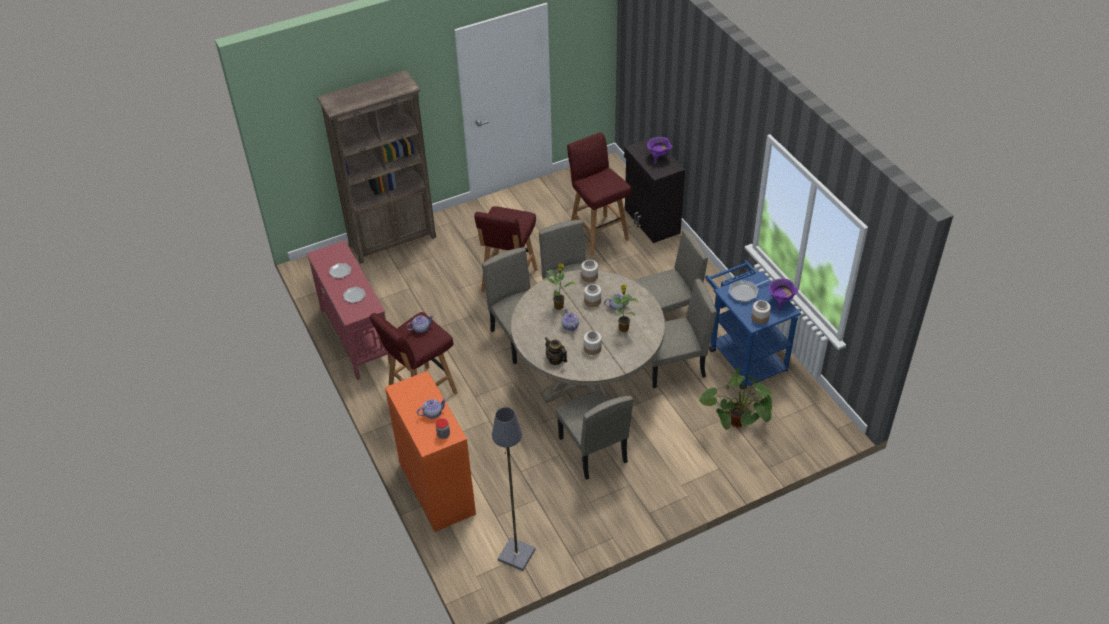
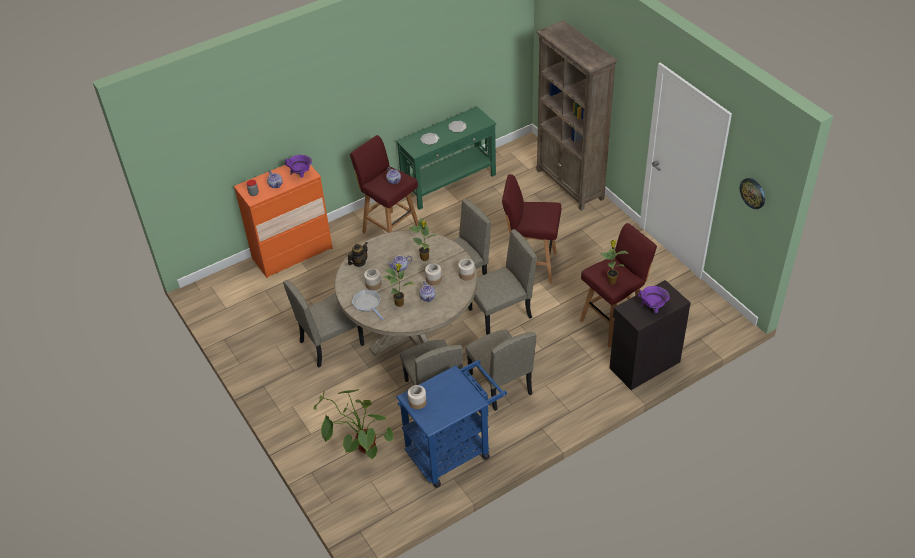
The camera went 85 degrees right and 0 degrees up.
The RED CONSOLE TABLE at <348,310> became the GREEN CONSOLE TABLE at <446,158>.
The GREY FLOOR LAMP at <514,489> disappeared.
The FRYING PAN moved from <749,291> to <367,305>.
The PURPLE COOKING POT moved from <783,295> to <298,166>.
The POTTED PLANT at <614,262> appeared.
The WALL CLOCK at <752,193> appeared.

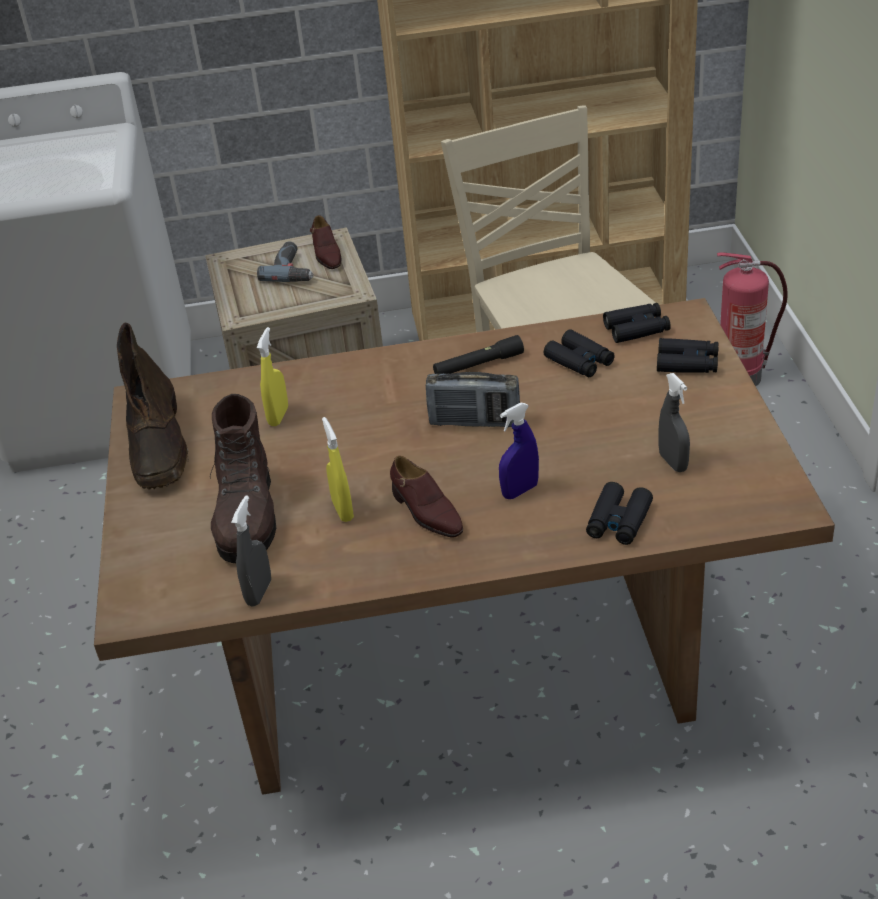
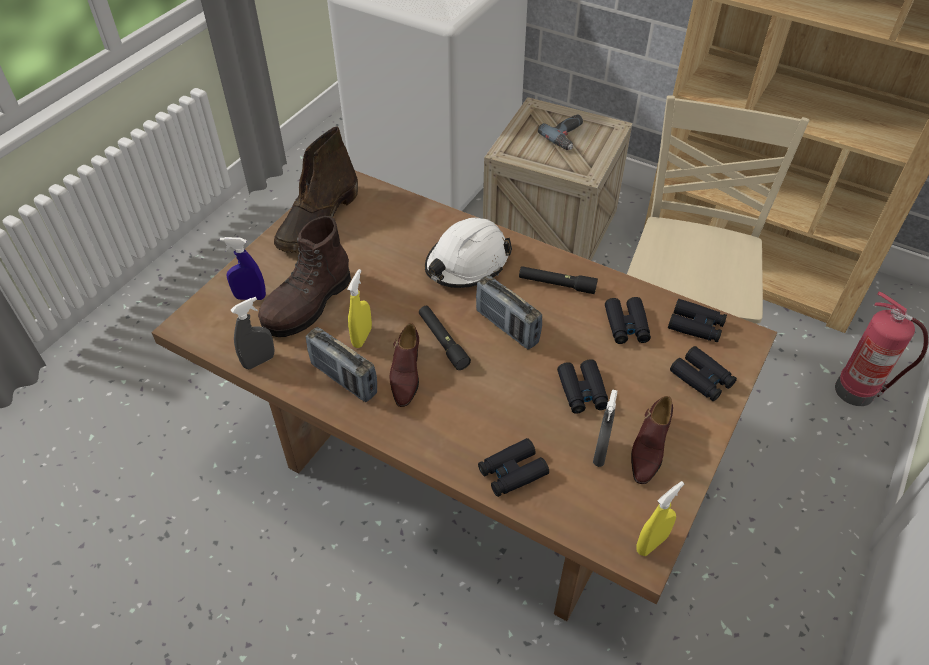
The camera went 35 degrees right and 10 degrees up.
The YELLOW SPRAY BOTTLE moved from <272,376> to <660,518>.
The BROWN SHOE moved from <325,242> to <652,440>.
The BLUE SPRAY BOTTLE moved from <519,451> to <243,268>.
The RADIO at <341,364> appeared.
The BLACK FLASHLIGHT at <445,338> appeared.
The WHITE HARD HAT at <468,253> appeared.
The BLACK BINOCULARS at <583,386> appeared.

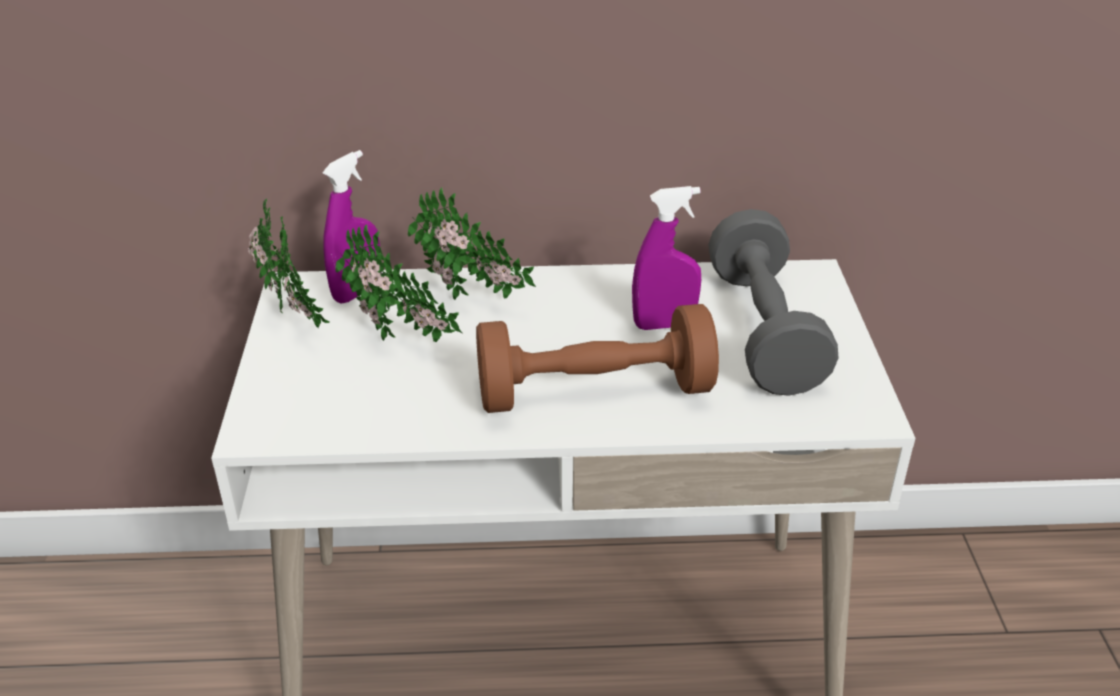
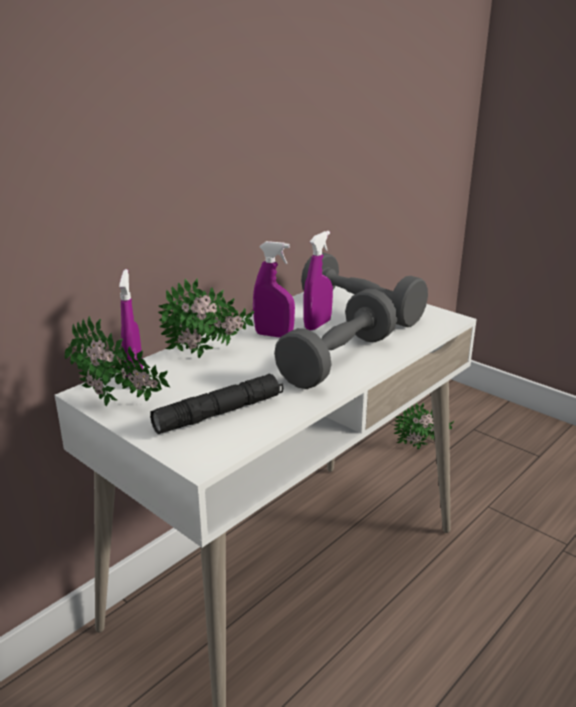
The camera went 45 degrees left and 10 degrees down.
The POTTED PLANT moved from <398,283> to <424,426>.
The BROWN DUMBBELL at <597,358> became the GREY DUMBBELL at <335,339>.
The BLACK FLASHLIGHT at <216,404> appeared.
The PURPLE SPRAY BOTTLE at <274,289> appeared.

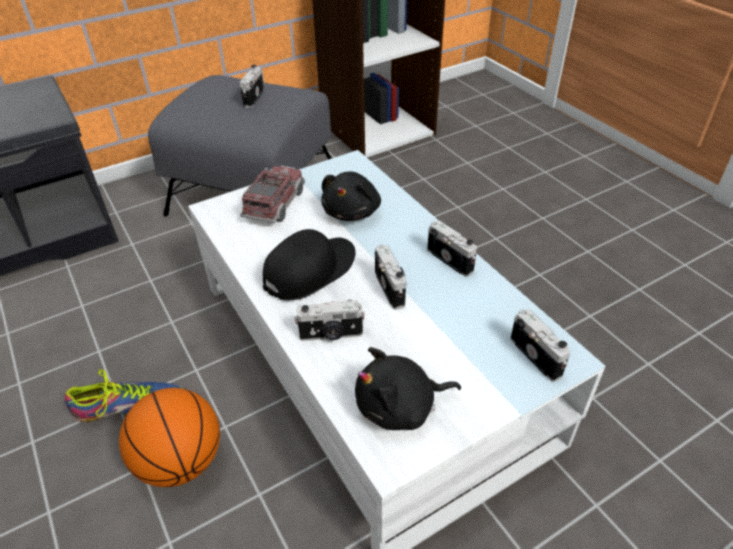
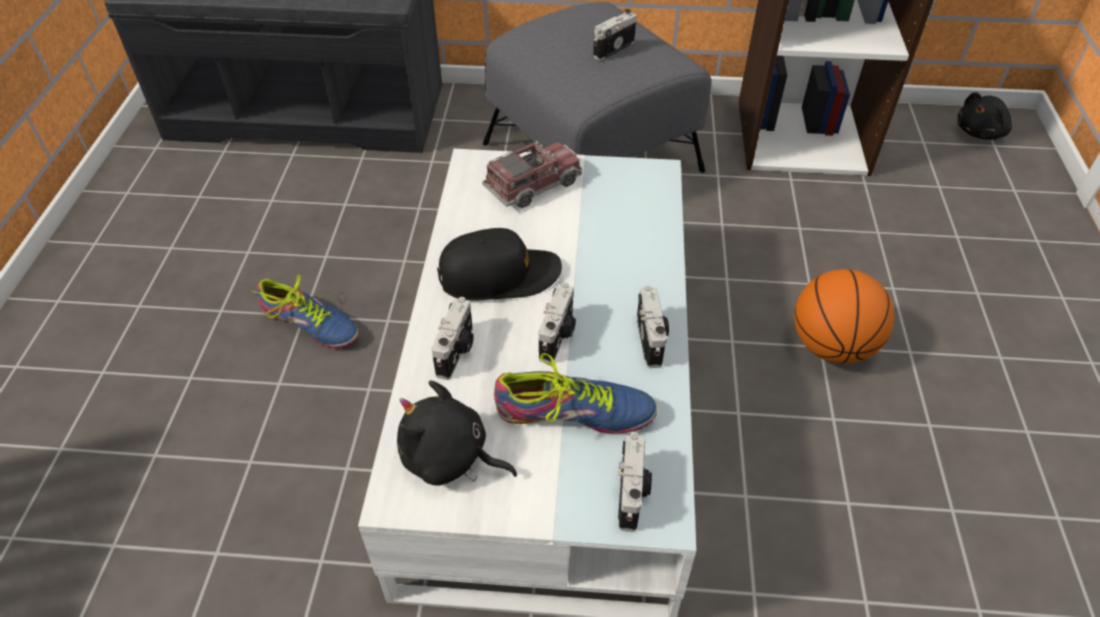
The camera went 35 degrees right and 5 degrees up.
The BASKETBALL moved from <169,437> to <844,316>.
The PHOTO CAMERA at <330,320> turned 105 degrees counterclockwise.
The BLACK PLUSH TOY moved from <351,196> to <984,116>.
The SHOE at <575,393> appeared.

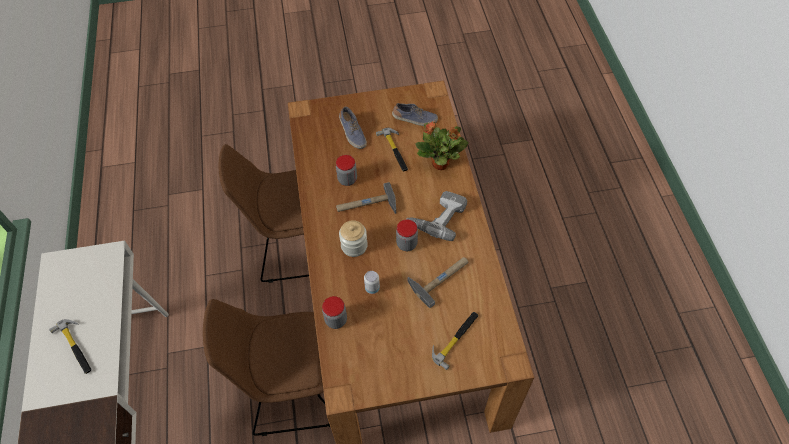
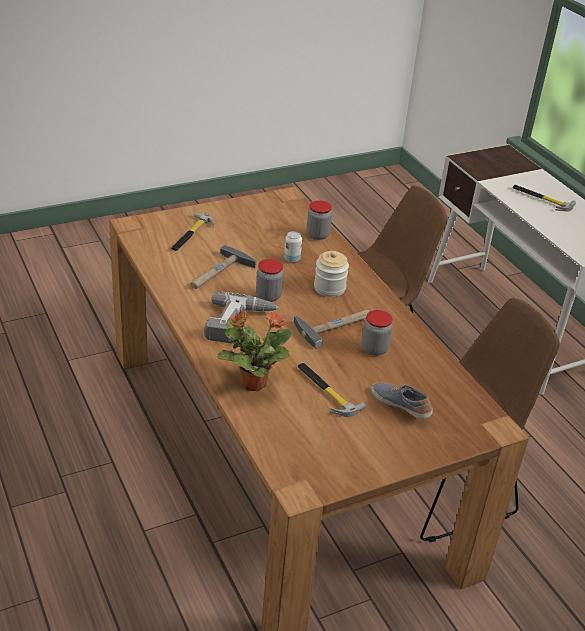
The camera went 160 degrees right and 20 degrees down.
The SHOE at <415,114> disappeared.

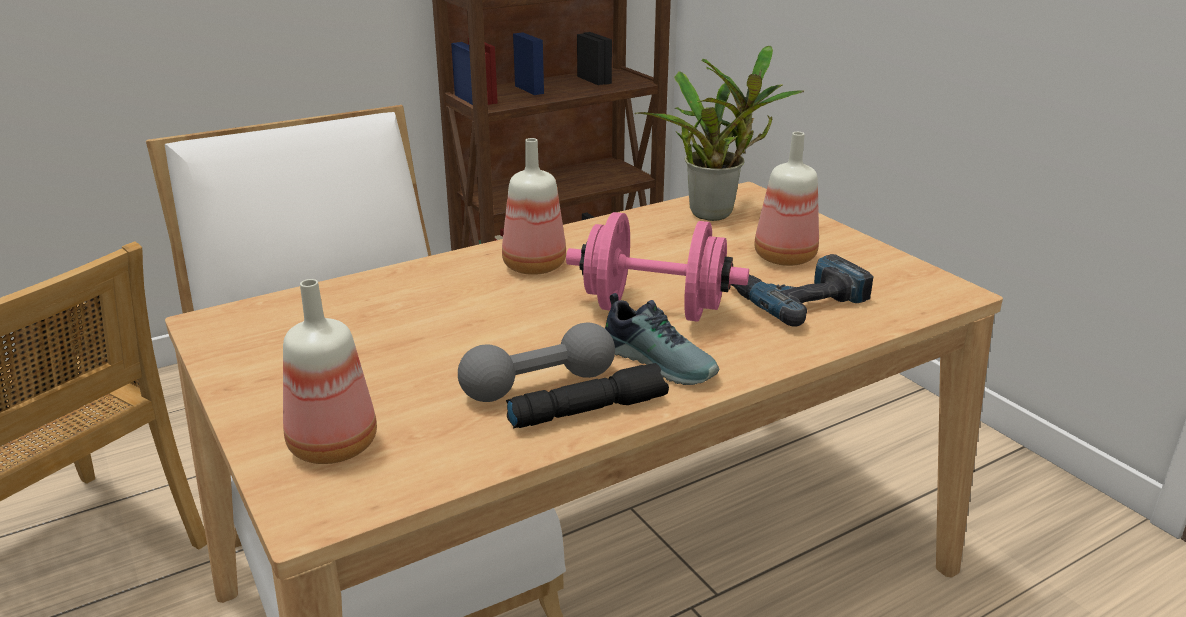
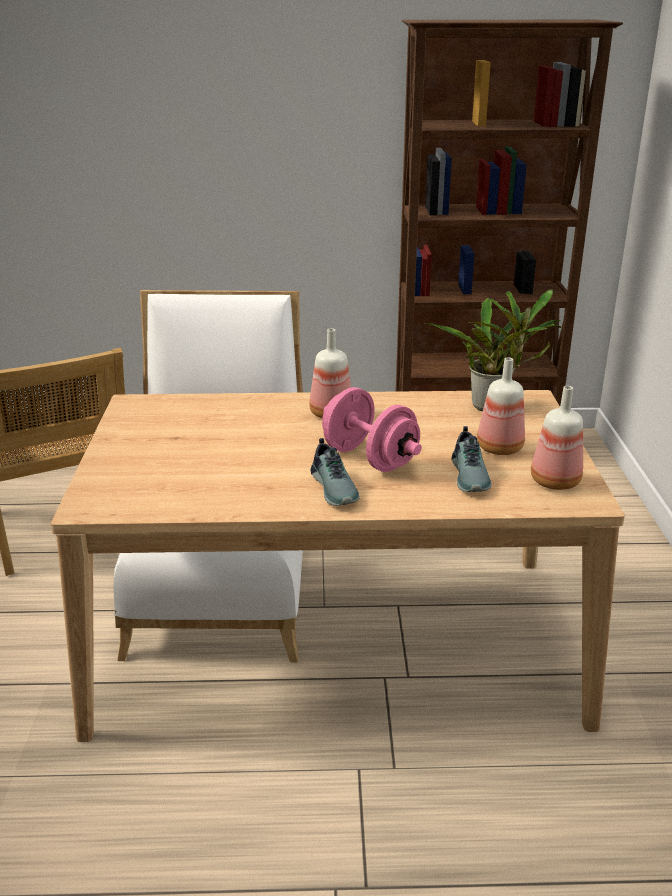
The camera went 30 degrees right and 0 degrees up.
The BOTTLE moved from <330,371> to <557,438>.
The GREY DUMBBELL at <536,362> disappeared.
The BLACK FLASHLIGHT at <587,396> disappeared.
The POWER DRILL at <802,290> was replaced by the SHOE at <471,459>.

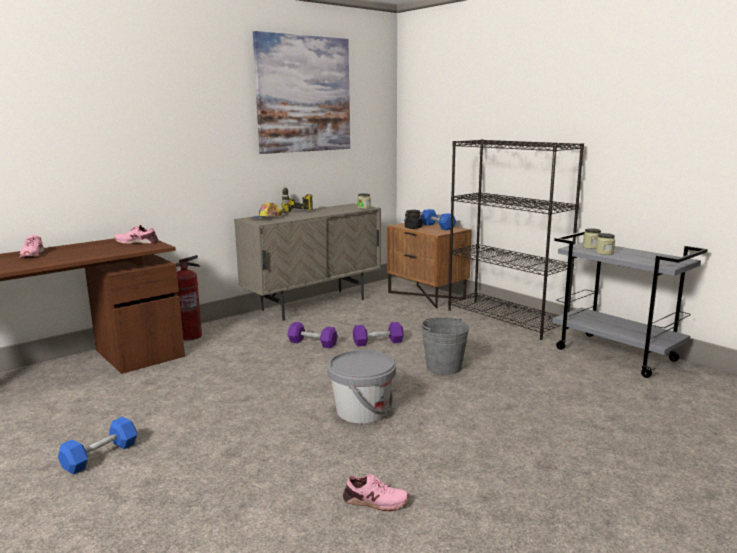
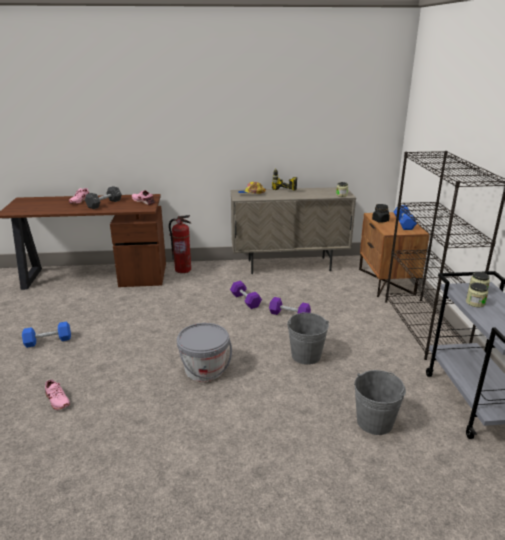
The camera went 35 degrees right and 10 degrees up.
The PICTURE at <301,92> disappeared.
The PINK SHOE moved from <376,492> to <57,394>.
The BLACK DUMBBELL at <103,197> appeared.
The GREY BUCKET at <380,402> appeared.

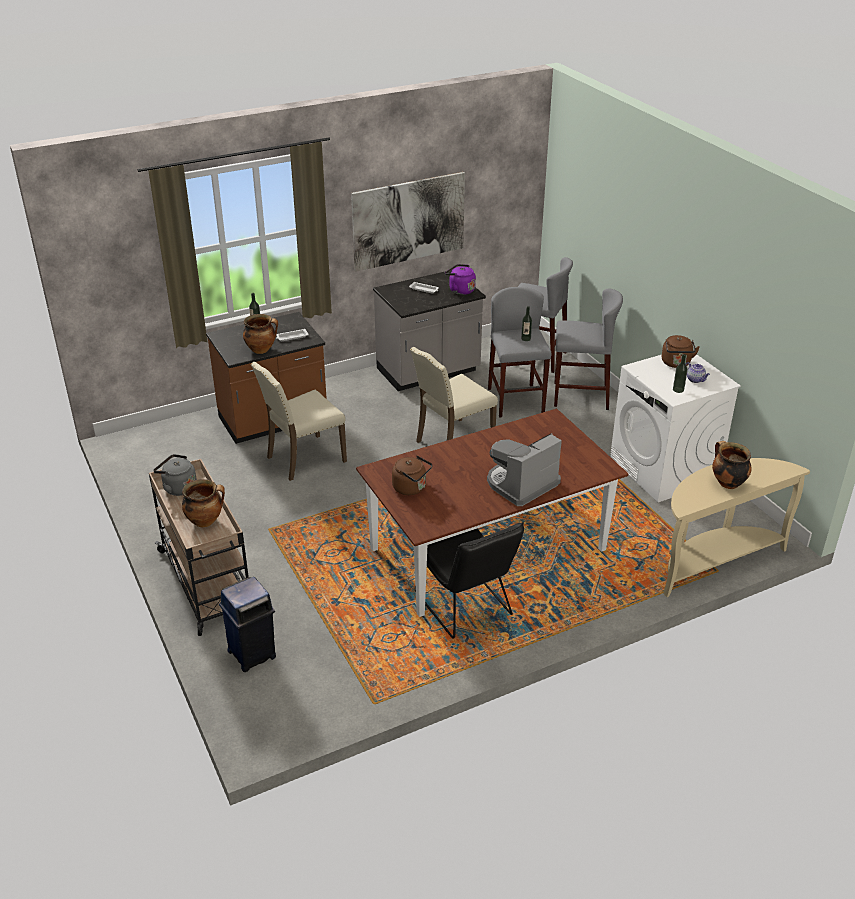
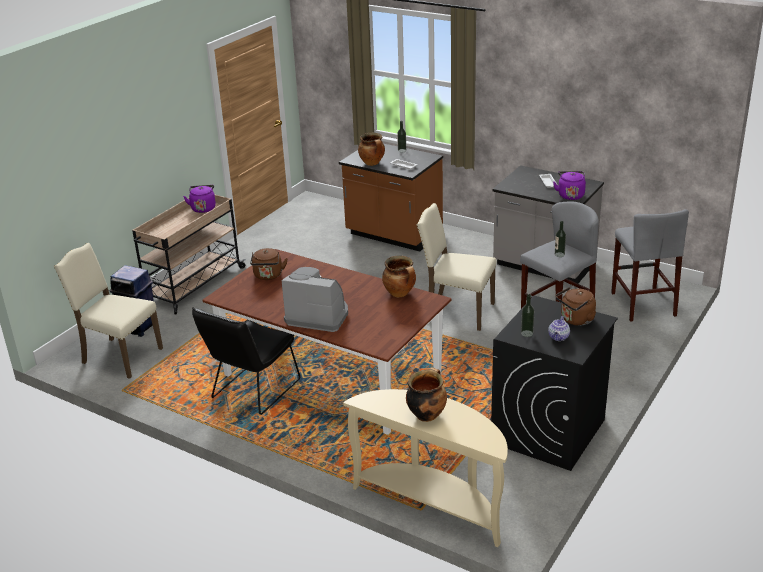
The camera went 60 degrees right and 5 degrees down.
The GREY KETTLE at <175,475> became the PURPLE KETTLE at <199,199>.
The COOKING POT moved from <203,503> to <399,276>.
The BEIGE CHAIR moved from <299,421> to <108,311>.
The PICTURE at <408,222> disappeared.
The GREY STOOL at <588,349> disappeared.
The WHITE WASHING MACHINE at <675,428> became the BLACK WASHING MACHINE at <554,383>.

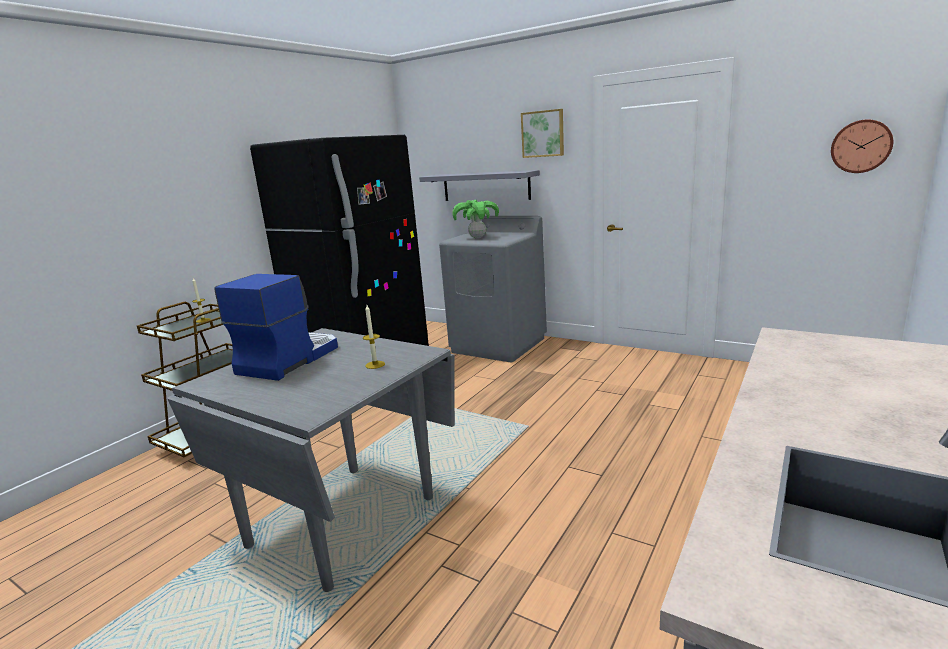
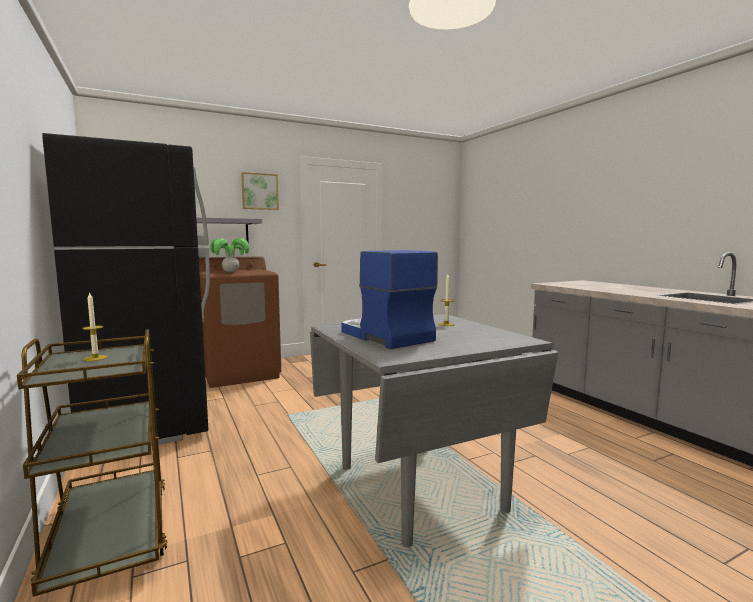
The camera went 60 degrees left and 10 degrees down.
The GREY WASHING MACHINE at <493,289> became the BROWN WASHING MACHINE at <240,322>.
The WALL CLOCK at <862,146> disappeared.

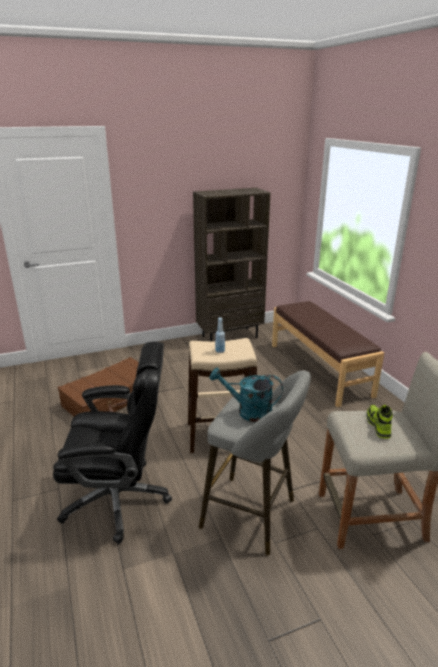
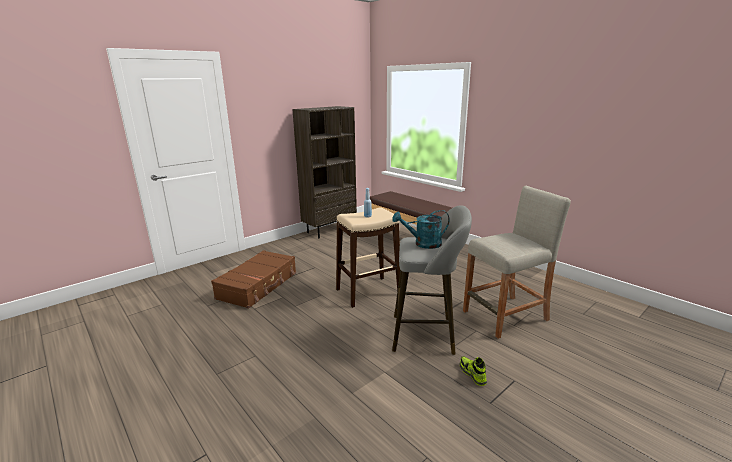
The camera went 20 degrees left and 5 degrees down.
The BLACK OFFICE CHAIR at <112,442> disappeared.
The SHOE moved from <379,421> to <473,371>.

